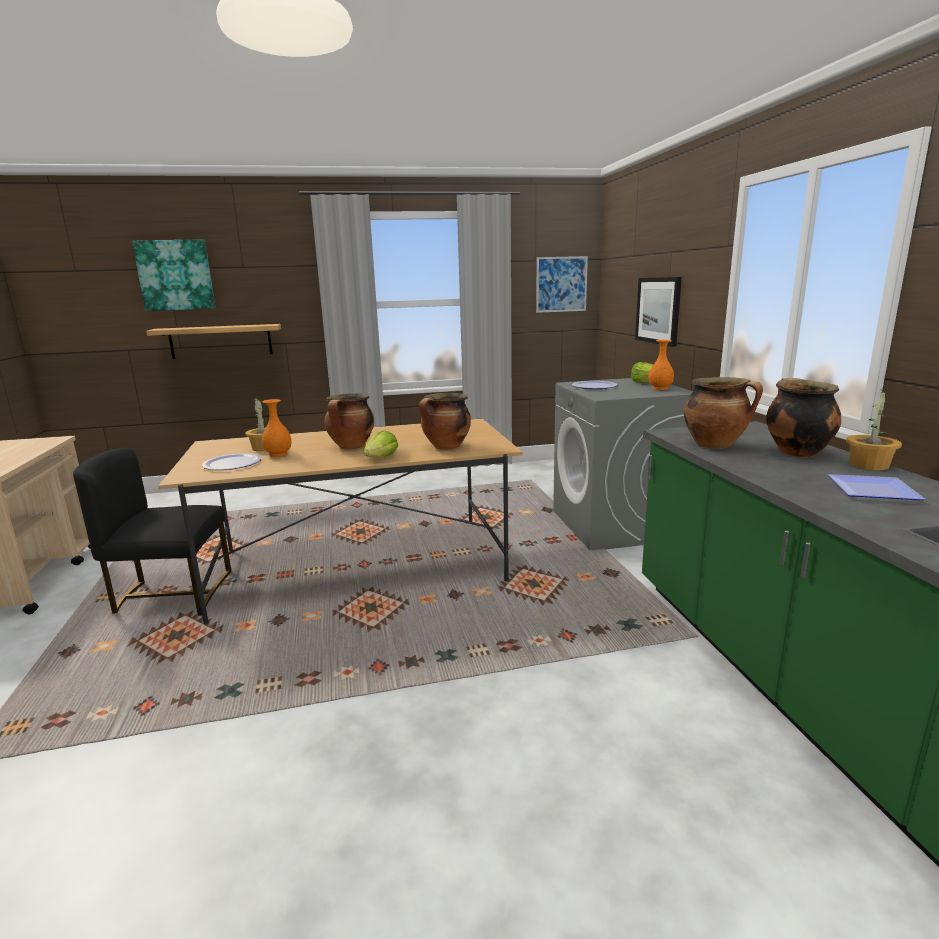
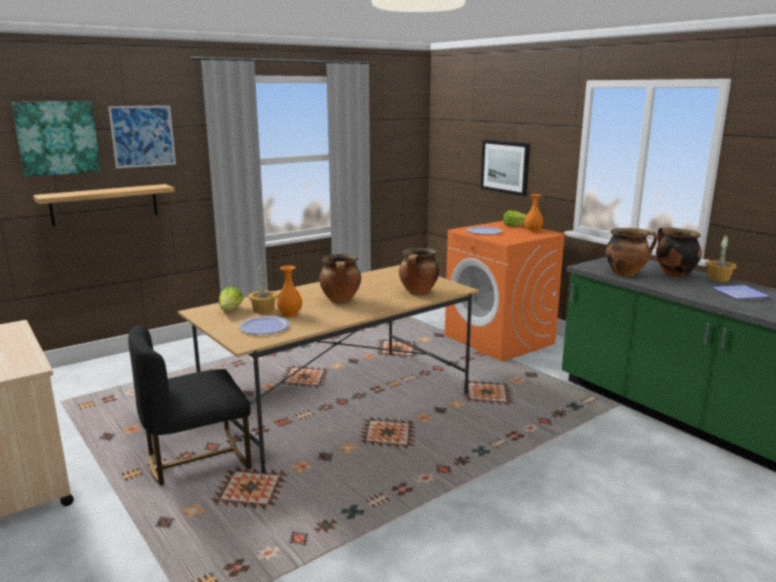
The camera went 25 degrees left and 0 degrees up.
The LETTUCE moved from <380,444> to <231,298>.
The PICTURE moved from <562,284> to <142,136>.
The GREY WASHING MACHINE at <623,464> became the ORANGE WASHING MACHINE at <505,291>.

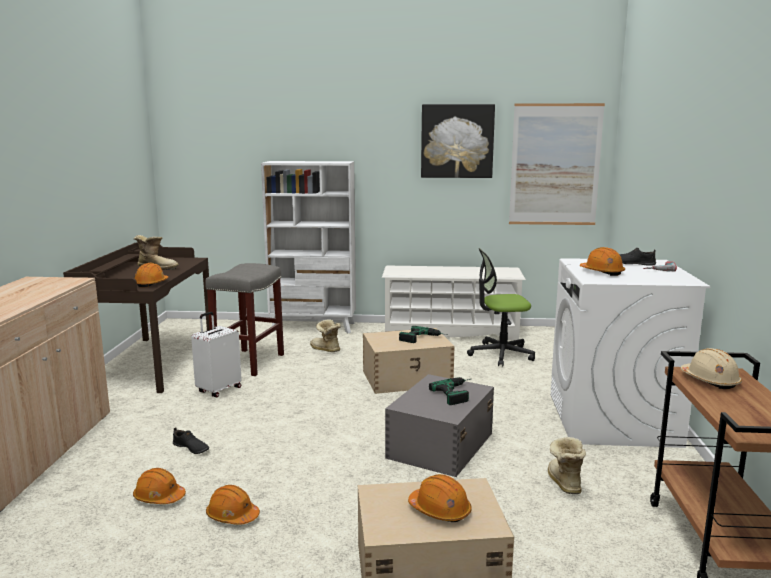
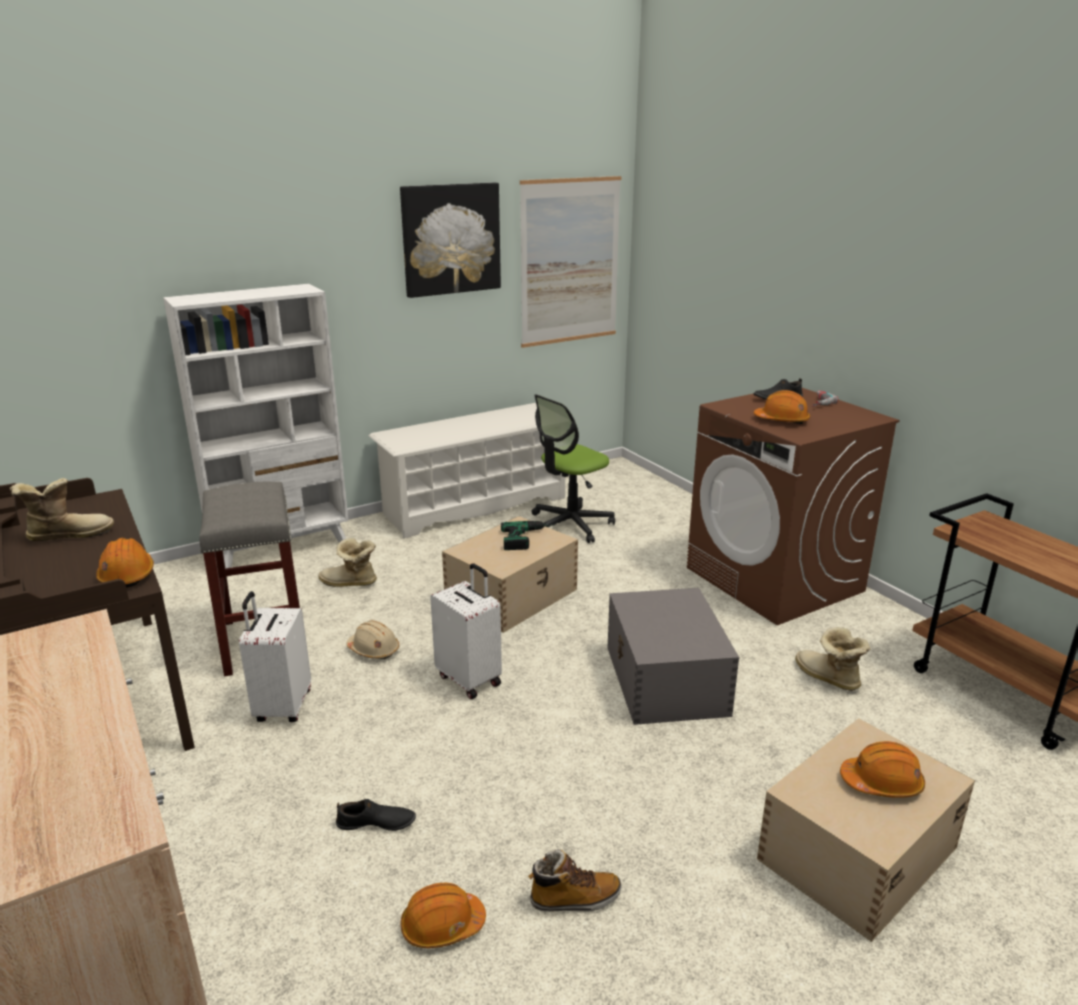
The camera went 35 degrees left and 10 degrees up.
The ORANGE HARD HAT at <233,505> was replaced by the BOOT at <574,880>.
The POWER DRILL at <449,391> disappeared.
The WHITE WASHING MACHINE at <630,353> became the BROWN WASHING MACHINE at <793,506>.
The BEIGE HARD HAT moved from <711,368> to <373,639>.
The WHITE SUITCASE at <466,631> appeared.

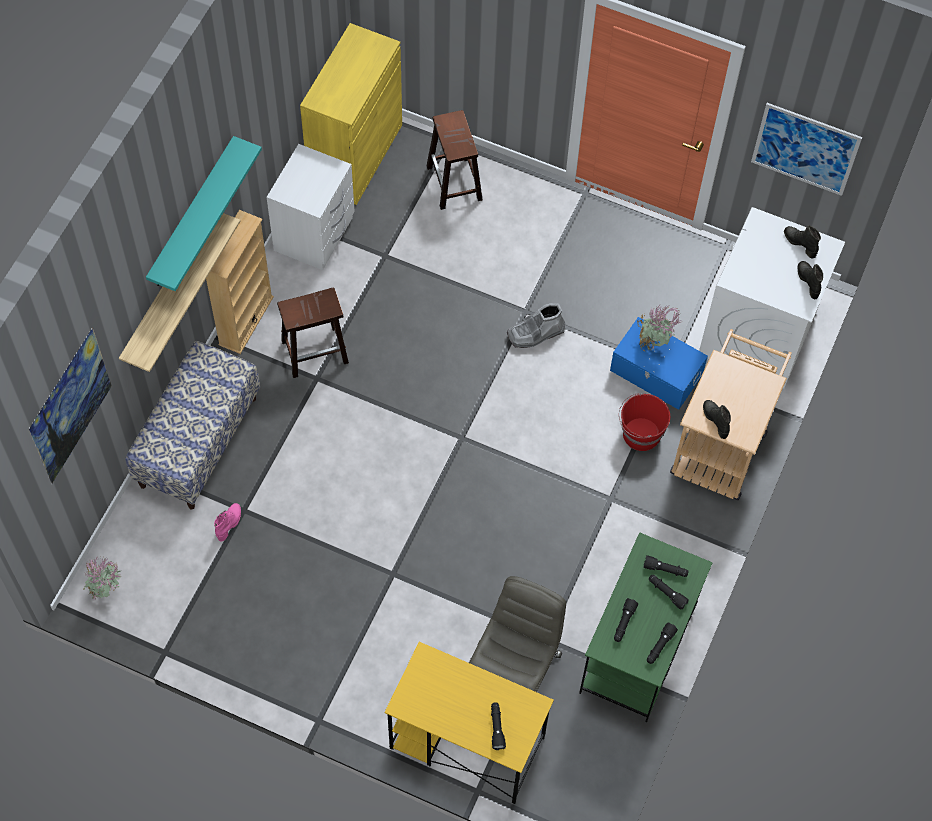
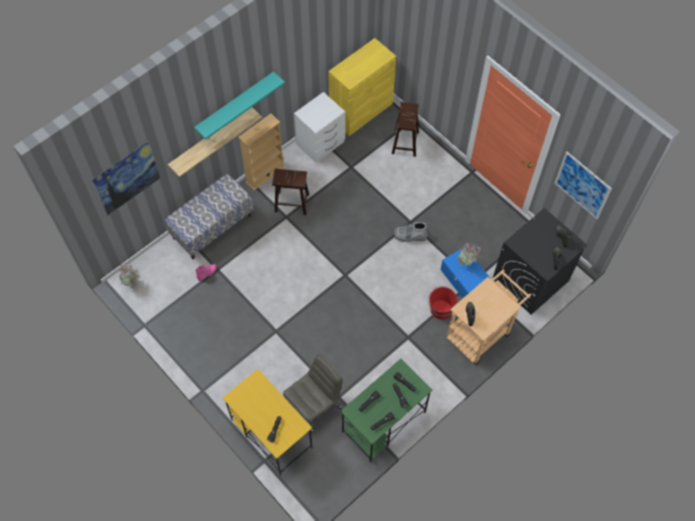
The camera went 25 degrees right and 0 degrees up.
The WHITE WASHING MACHINE at <772,297> became the BLACK WASHING MACHINE at <540,261>.

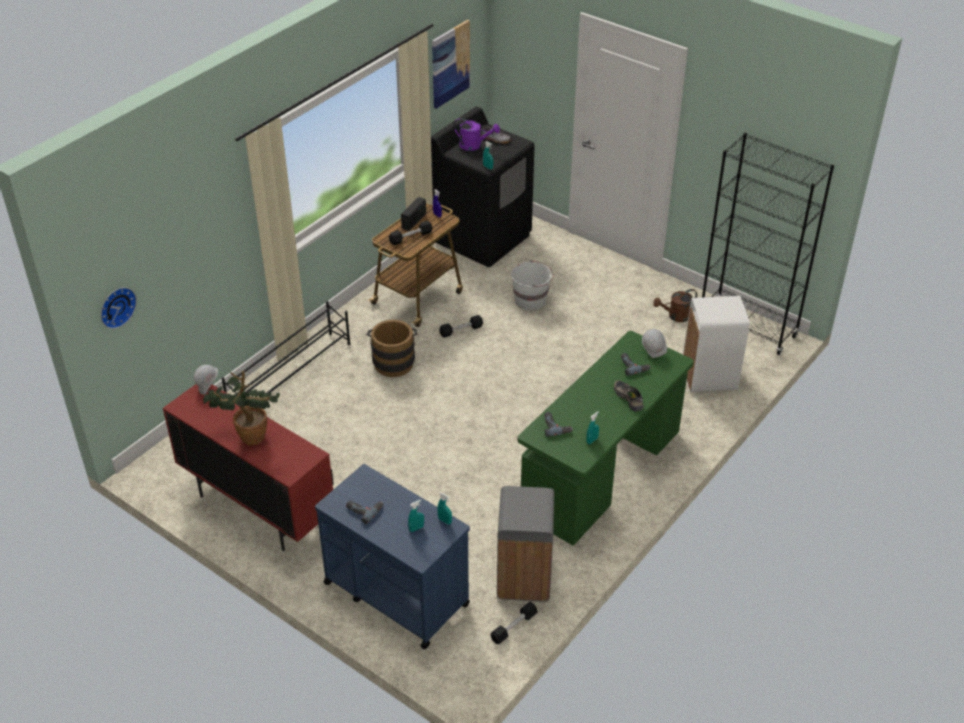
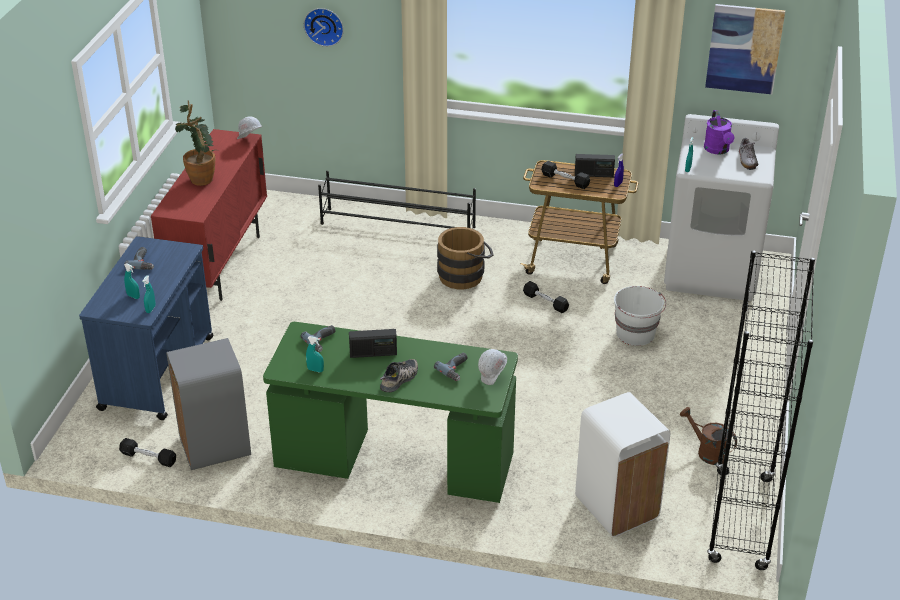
The camera went 65 degrees right and 5 degrees down.
The WALL CLOCK moved from <119,308> to <324,27>.
The BLACK WASHING MACHINE at <483,187> became the WHITE WASHING MACHINE at <721,207>.
The RADIO at <373,343> appeared.

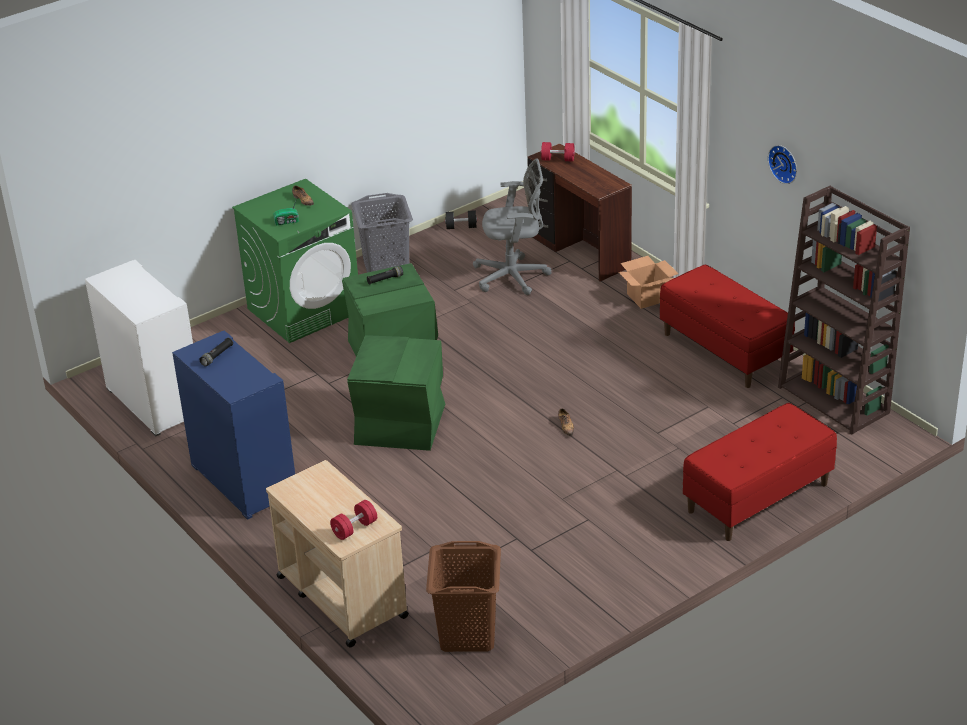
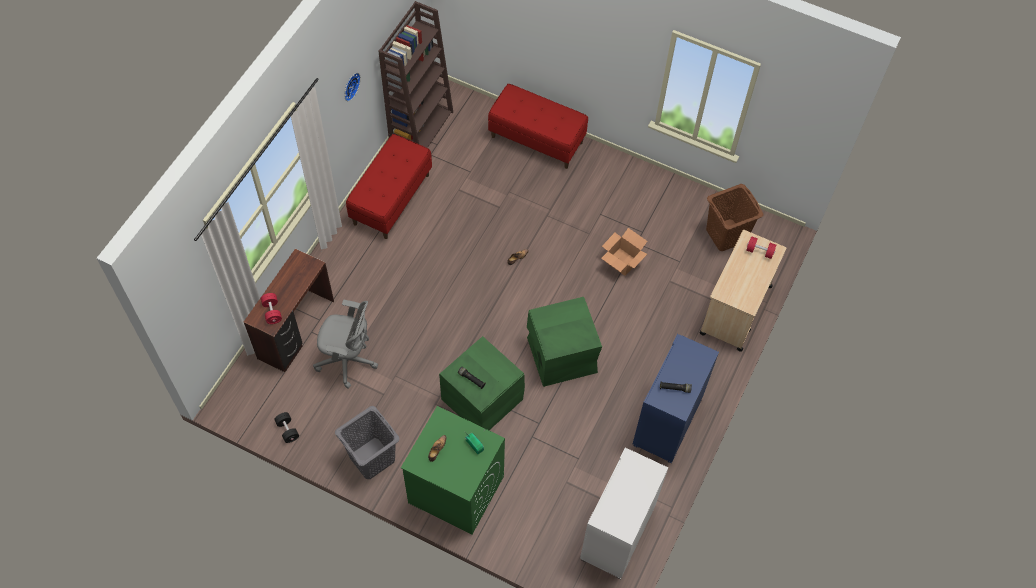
The camera went 120 degrees left and 25 degrees up.
The GREY OFFICE CHAIR at <512,227> turned 135 degrees clockwise.
The CARDBOARD BOX moved from <648,282> to <624,252>.

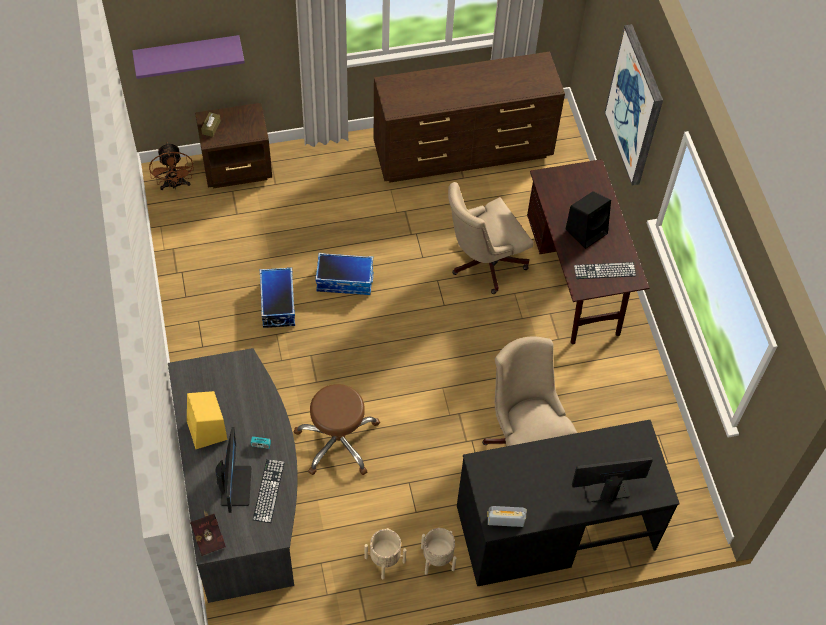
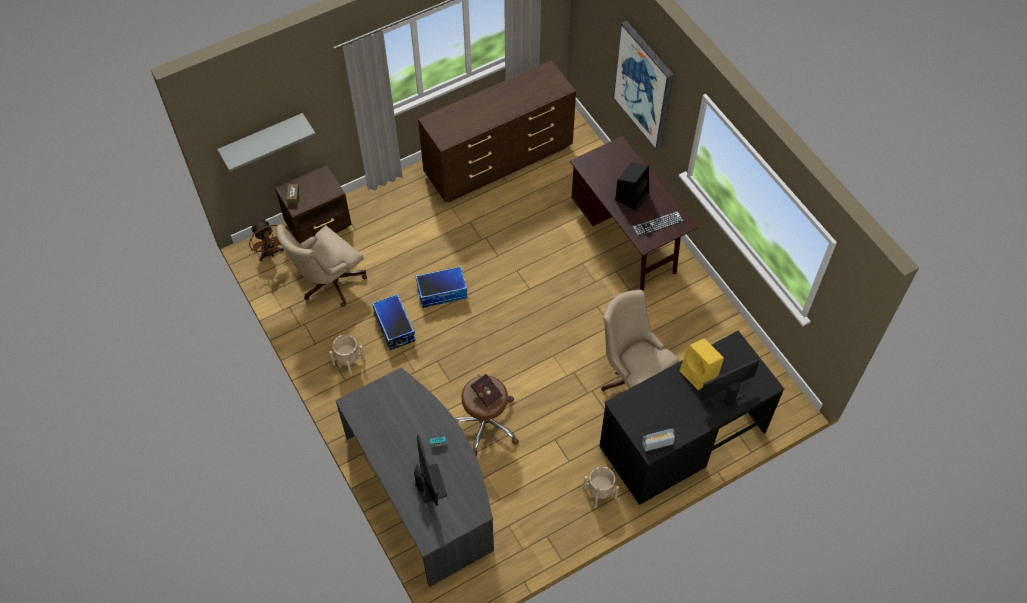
The camera went 15 degrees left and 0 degrees up.
The PURPLE SHELF at <188,57> became the GREY SHELF at <266,142>.
The YELLOW SPEAKER moved from <207,420> to <701,364>.
The RED BOOK moved from <208,533> to <486,390>.
The KEYBOARD at <269,491> disappeared.
The BEIGE PLANTER moved from <386,553> to <347,355>.
The BEIGE OFFICE CHAIR moved from <490,238> to <321,265>.

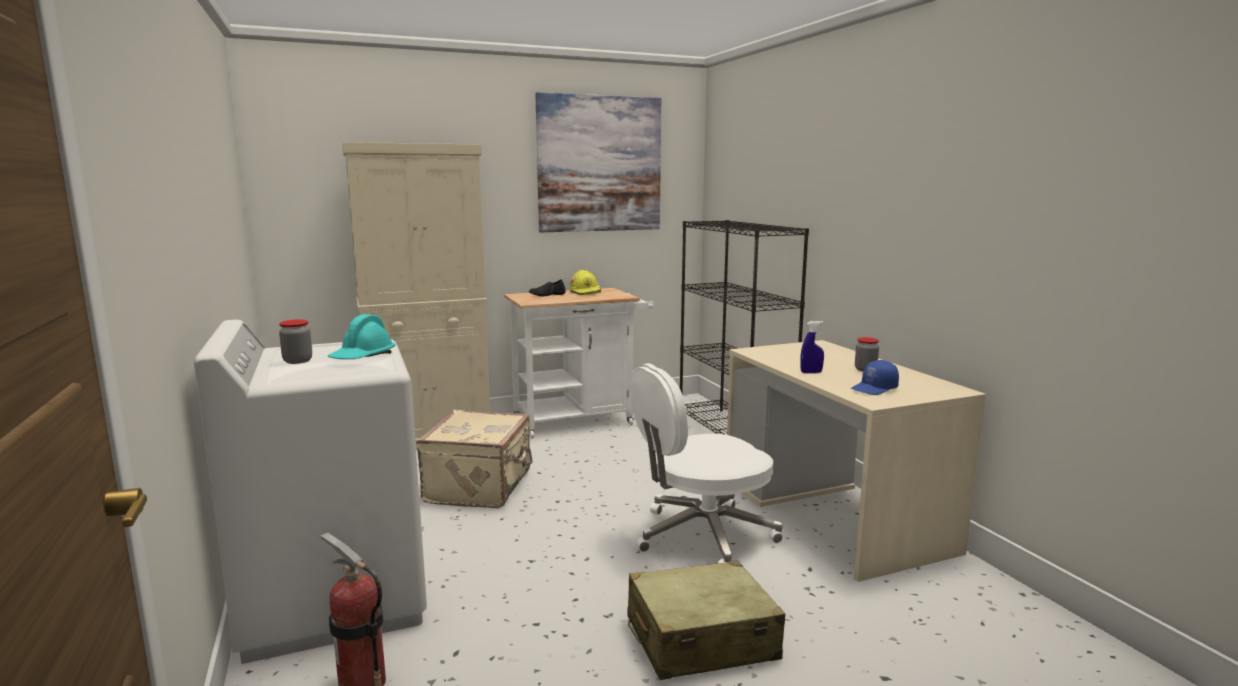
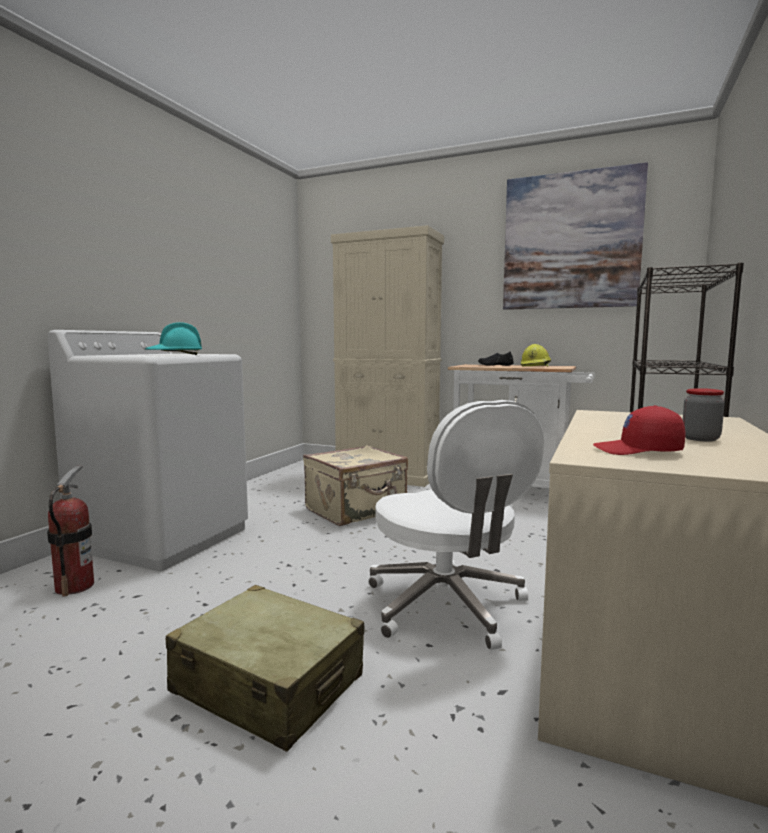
The camera went 45 degrees right and 5 degrees down.
The JAR at <295,342> disappeared.
The WHITE OFFICE CHAIR at <706,463> turned 135 degrees counterclockwise.
The BLUE SPRAY BOTTLE at <812,347> disappeared.
The BLUE CAP at <875,377> became the RED CAP at <639,430>.

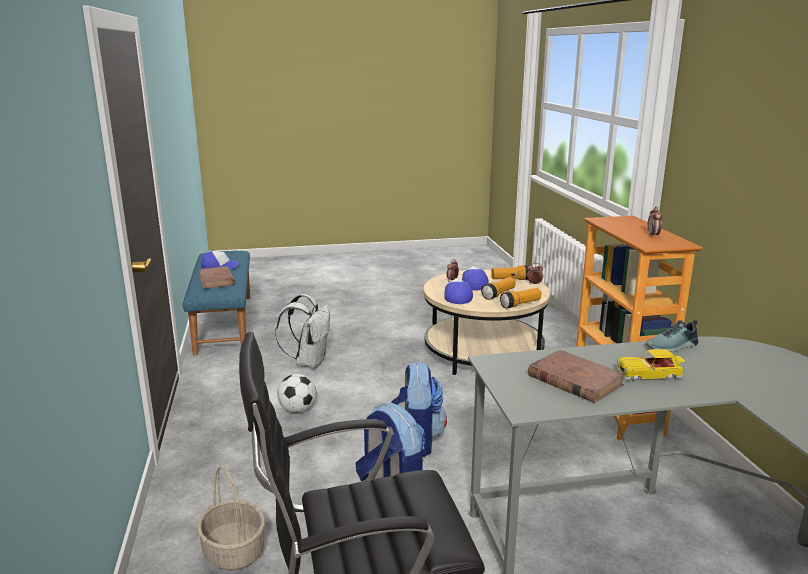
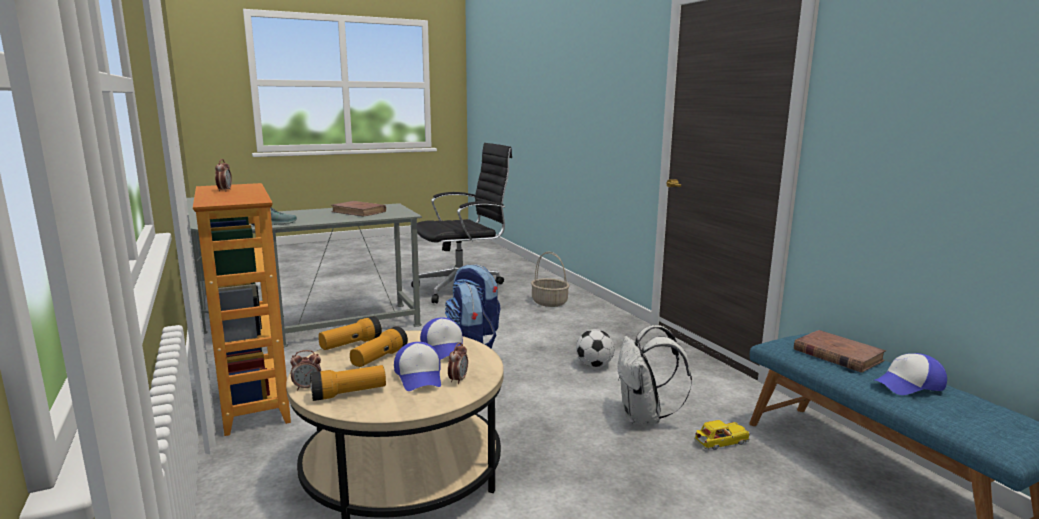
The camera went 165 degrees right and 5 degrees down.
The TOY CAR moved from <650,365> to <722,435>.

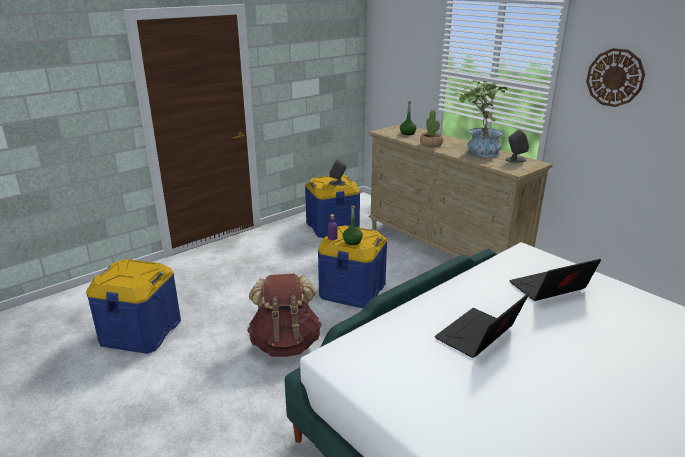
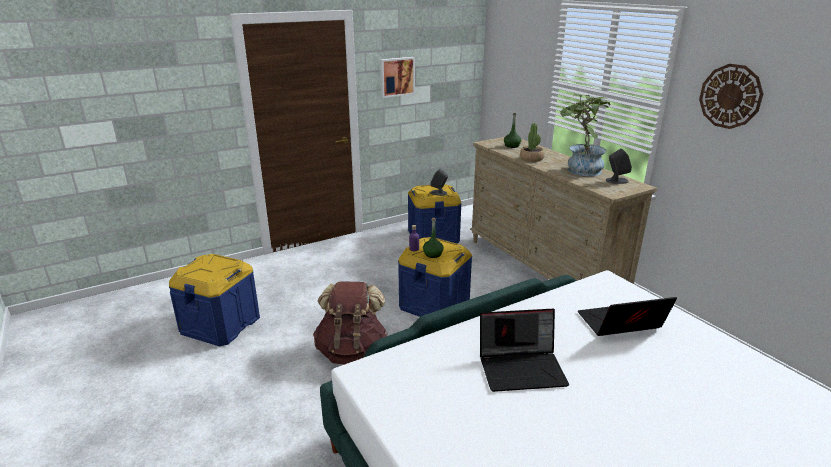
The camera went 10 degrees right and 0 degrees up.
The LAPTOP at <482,326> turned 150 degrees counterclockwise.
The PICTURE at <397,77> appeared.

